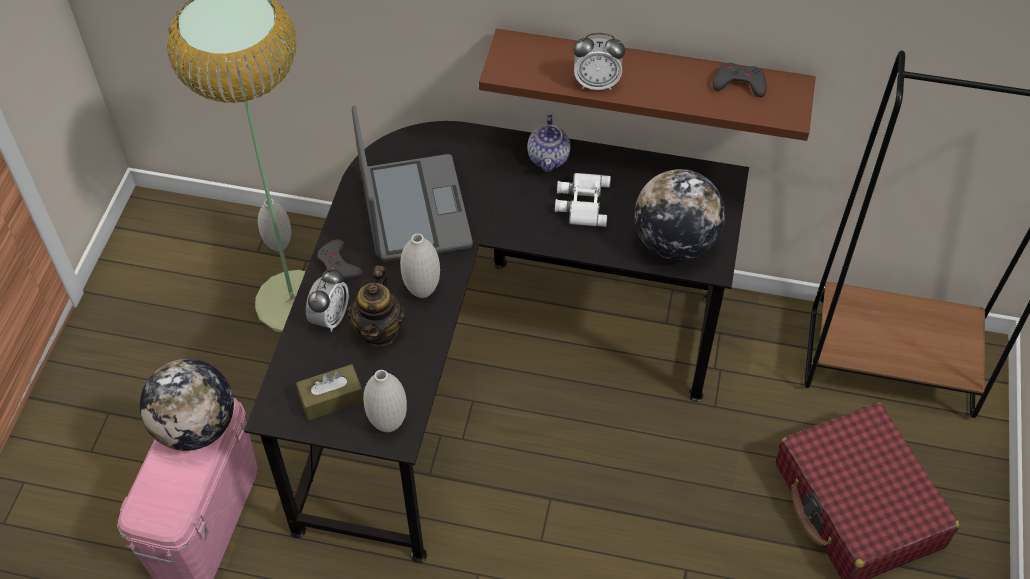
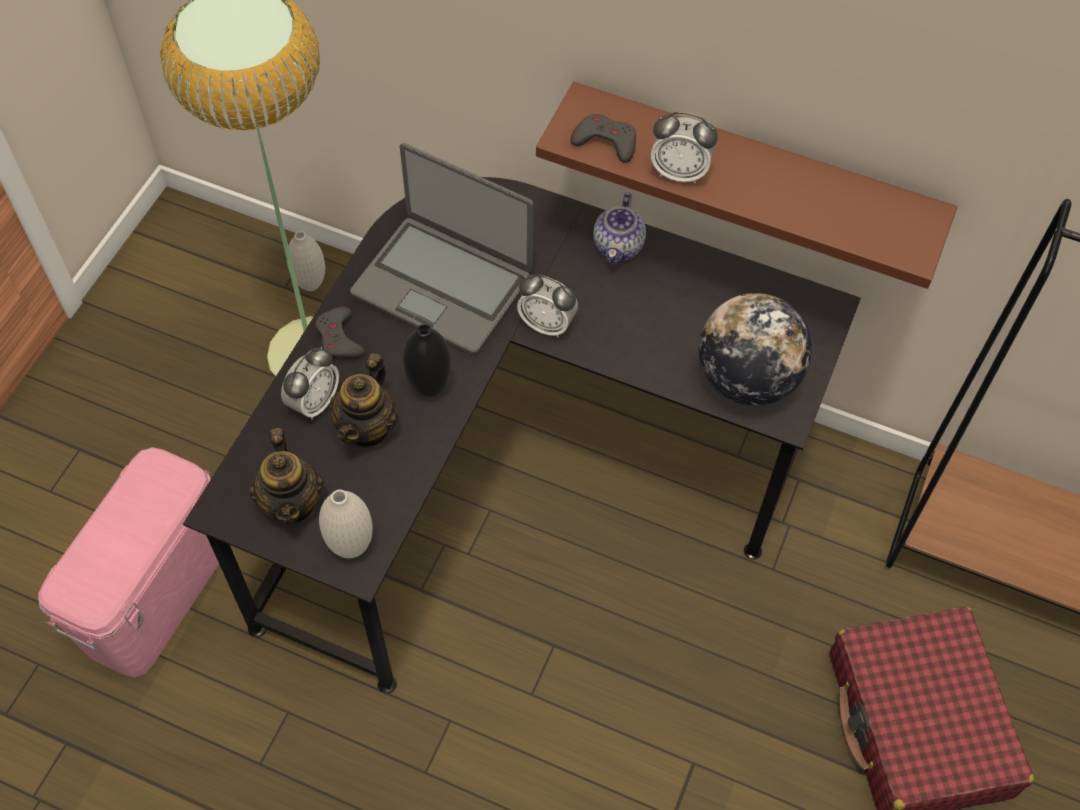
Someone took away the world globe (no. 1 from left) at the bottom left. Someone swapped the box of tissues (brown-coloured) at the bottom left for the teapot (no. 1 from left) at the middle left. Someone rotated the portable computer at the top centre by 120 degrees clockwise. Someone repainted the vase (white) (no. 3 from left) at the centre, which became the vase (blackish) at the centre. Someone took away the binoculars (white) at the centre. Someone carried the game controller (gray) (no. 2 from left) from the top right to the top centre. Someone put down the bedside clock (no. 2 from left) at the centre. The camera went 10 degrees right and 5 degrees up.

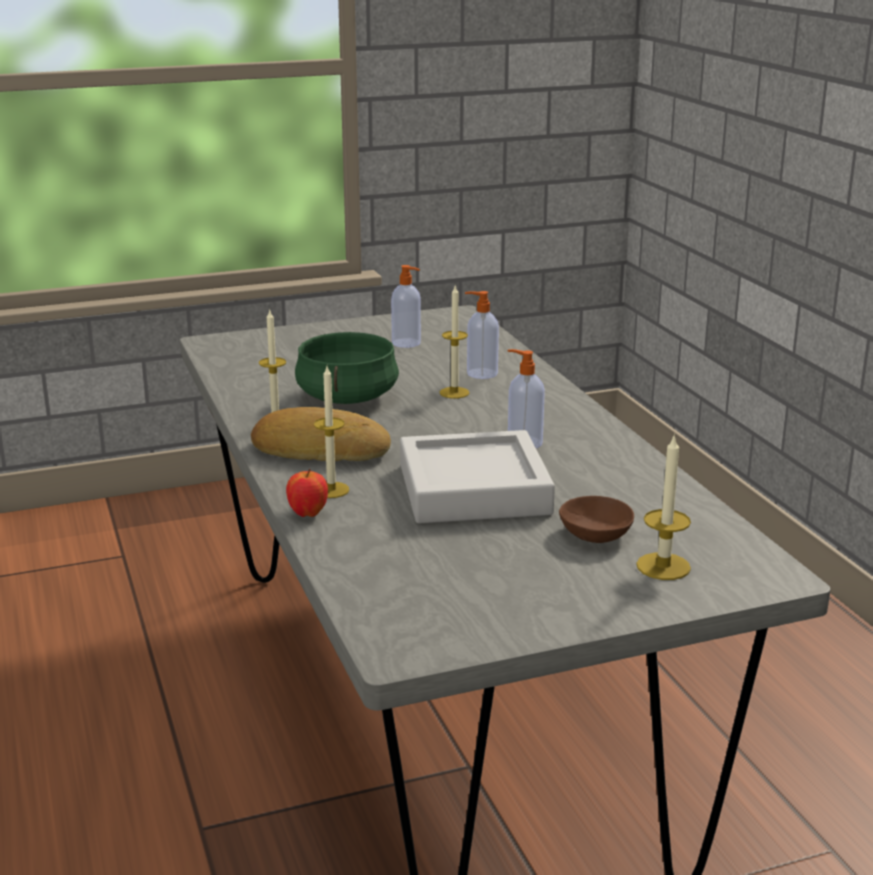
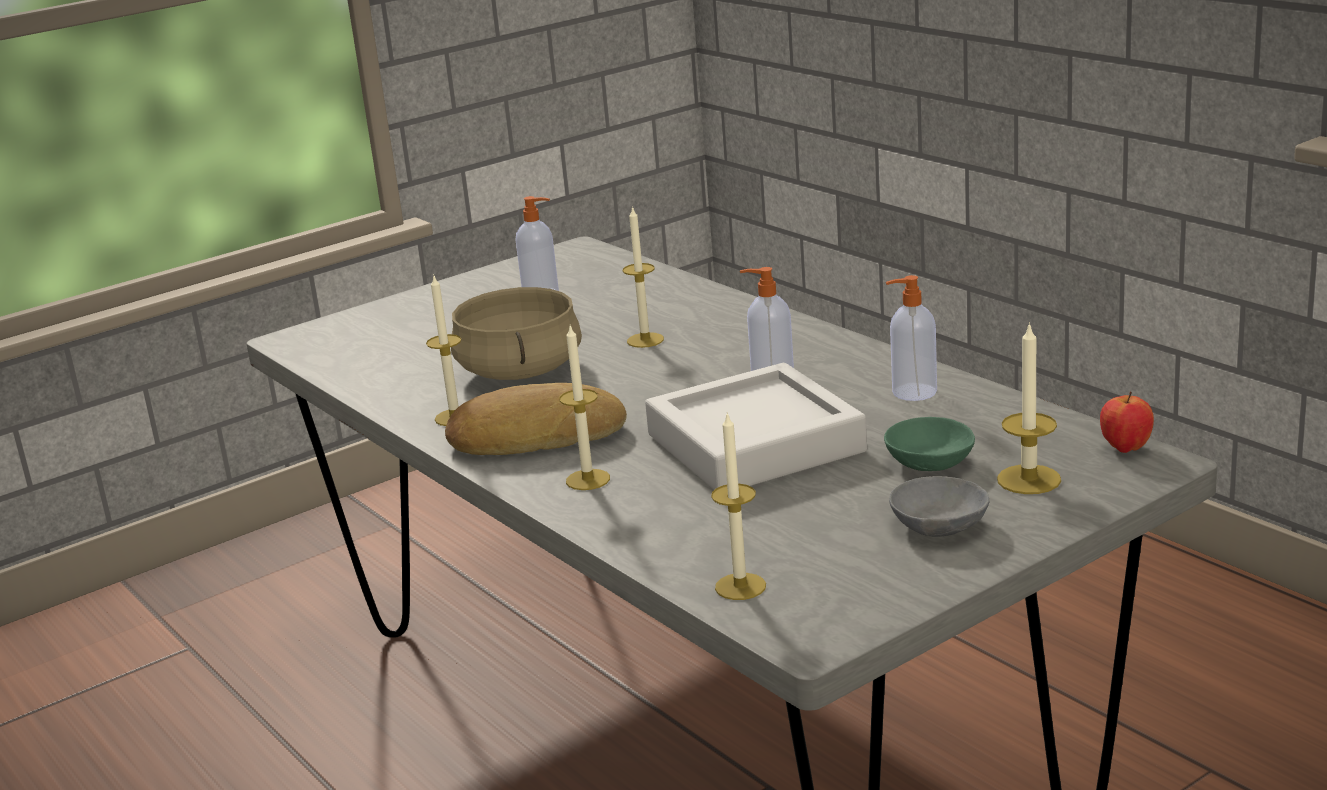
Someone carried the apple from the centre to the middle right. Someone repainted the saucepot (green) at the centre, which became the saucepot (beige) at the centre. Someone carried the liquid soap bottle (no. 2 from left in the first image) from the centre to the middle right. Someone repainted the bowl (brown-coloured) at the middle right, which became the bowl (green) at the middle right. Someone put down the candle (no. 4 from left) at the centre. Someone put down the bowl (gray) at the middle right. The camera went 15 degrees left and 0 degrees up.

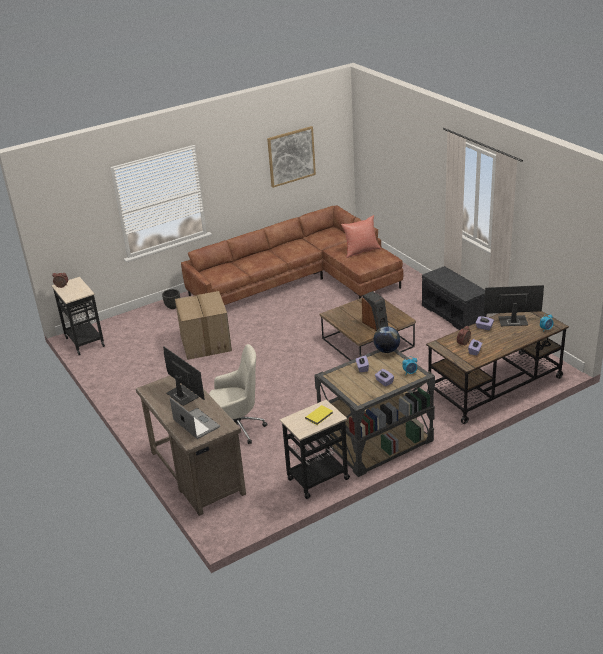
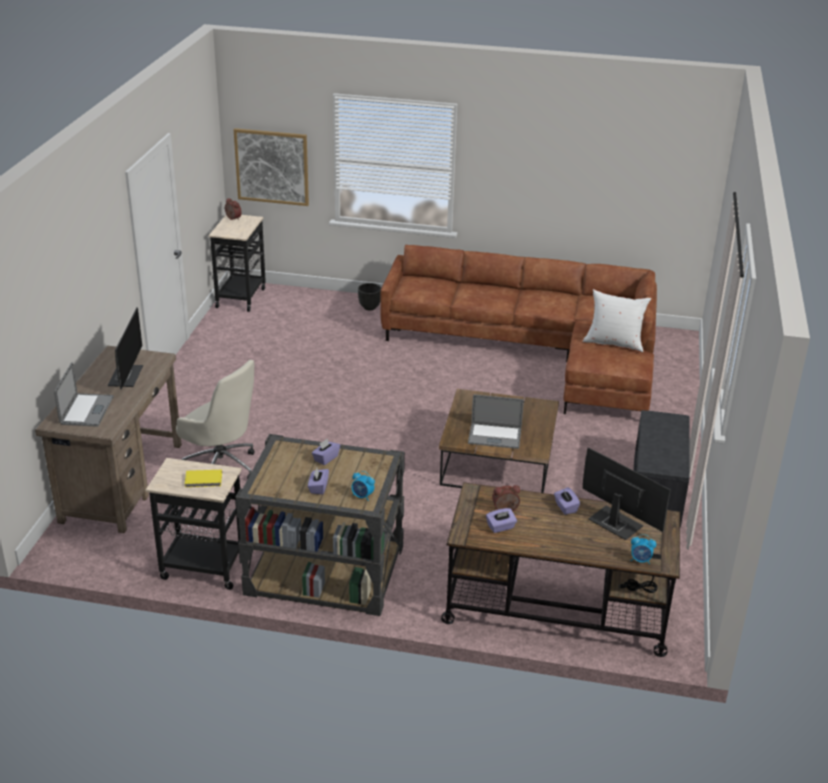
Someone took away the packing box at the centre. Someone carried the picture from the top centre to the top left. Someone repainted the cushion (reddish) at the centre, which became the cushion (white) at the middle right. Someone swapped the audio speaker at the centre for the portable computer (no. 2 from left) at the centre. Someone took away the world globe at the centre. The camera went 40 degrees right and 0 degrees up.

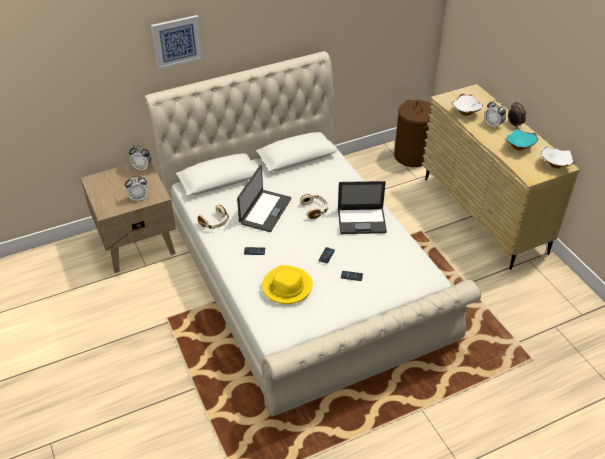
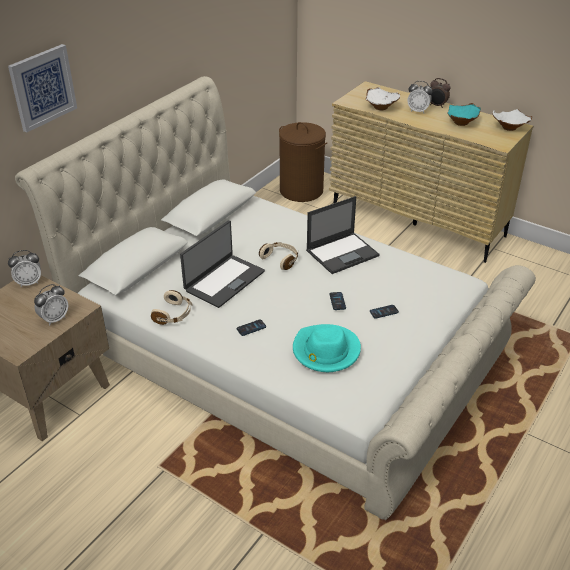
Someone rotated the portable computer (no. 1 from left) at the centre by 45 degrees clockwise. Someone repainted the clothing hat (yellowish) at the centre, which became the clothing hat (turquoise-coloured) at the centre. The camera went 30 degrees left and 5 degrees down.

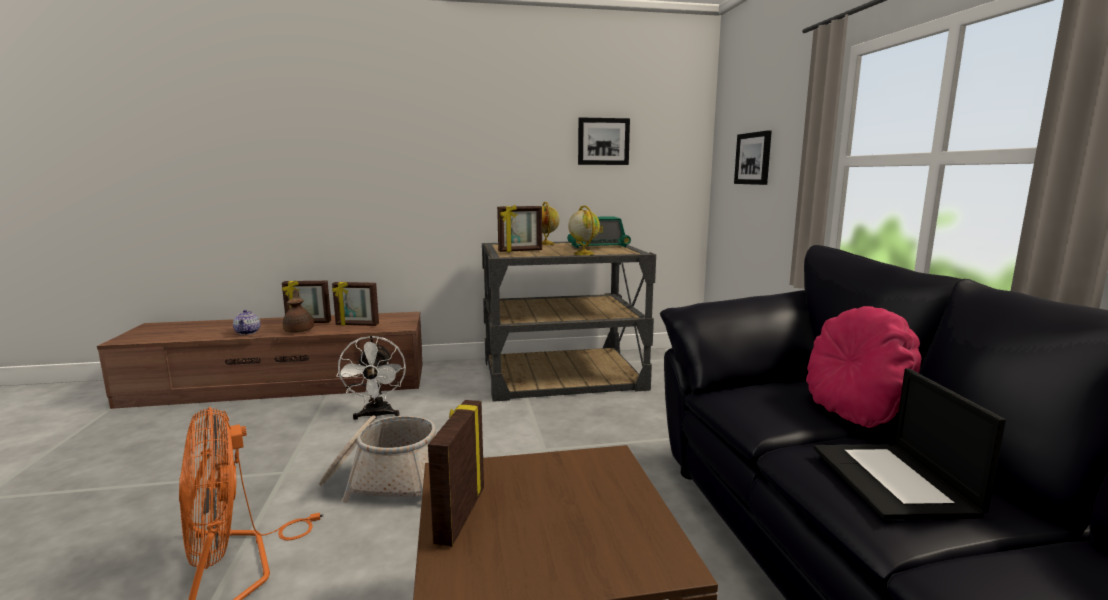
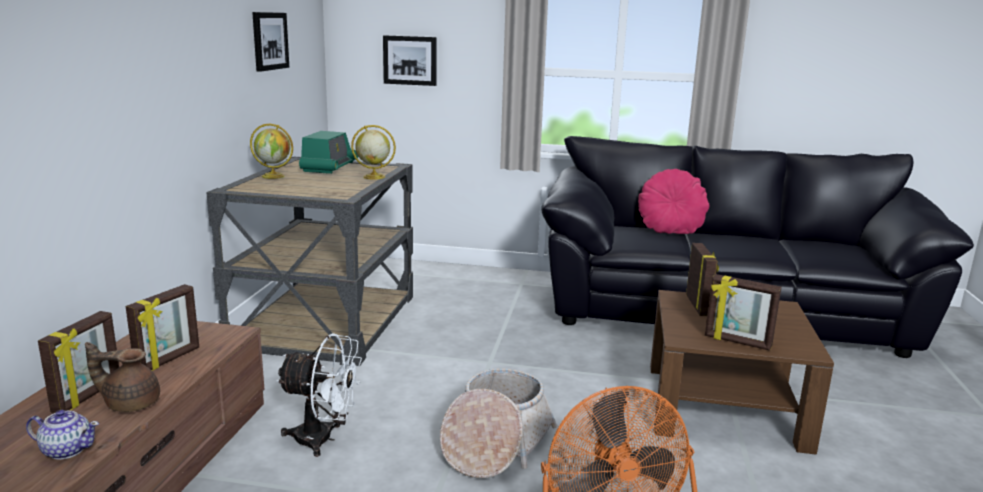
Someone carried the photo frame (no. 4 from left in the first image) from the centre to the middle right. Someone took away the portable computer at the bottom right. The camera went 70 degrees left and 5 degrees up.

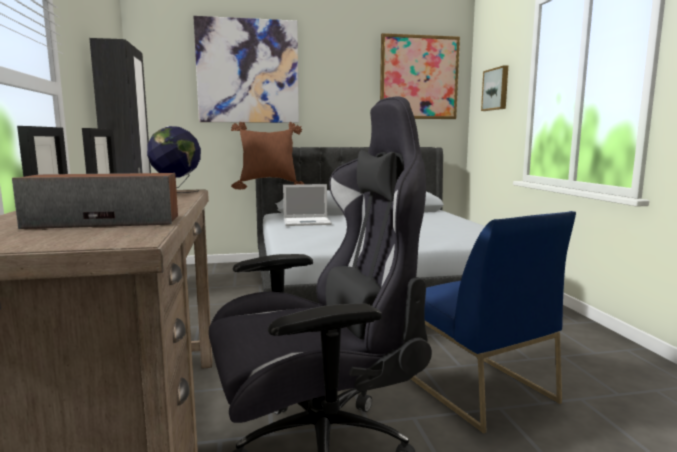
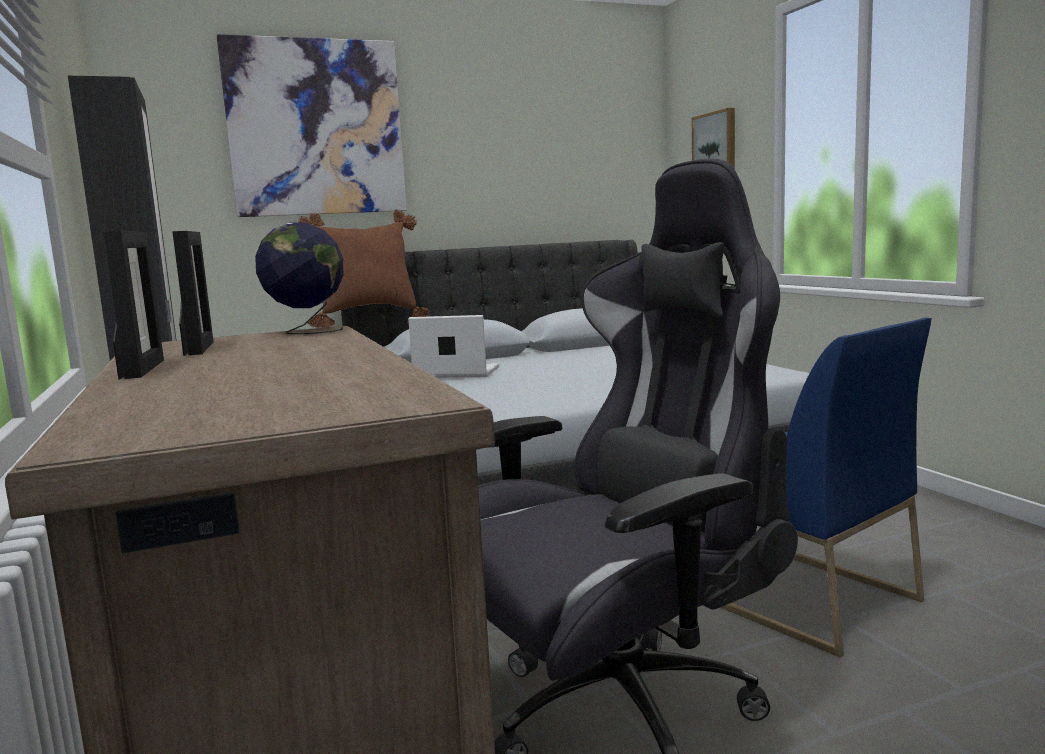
Someone took away the audio speaker at the middle left. Someone rotated the portable computer at the centre by 150 degrees counterclockwise. Someone took away the picture (no. 2 from left) at the top centre. The camera went 10 degrees left and 0 degrees up.

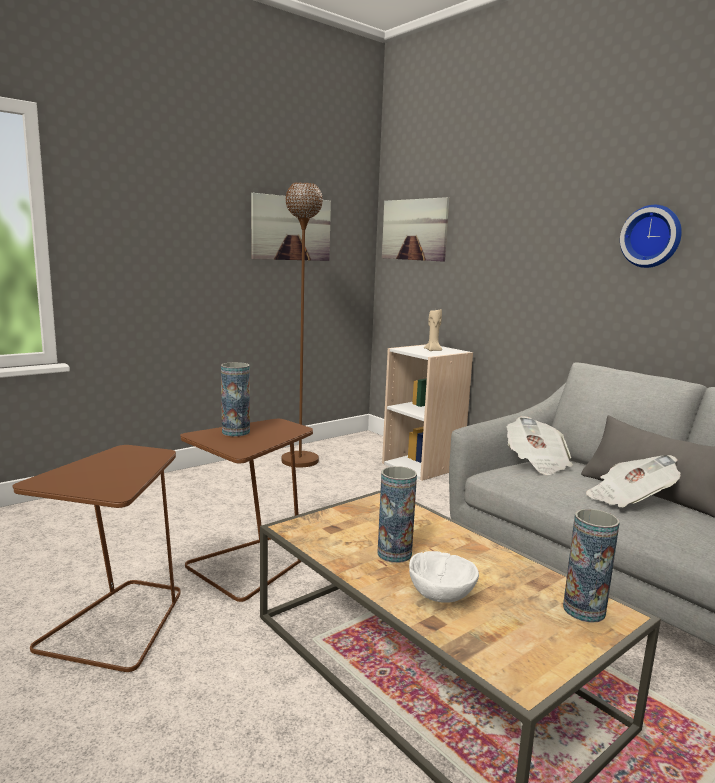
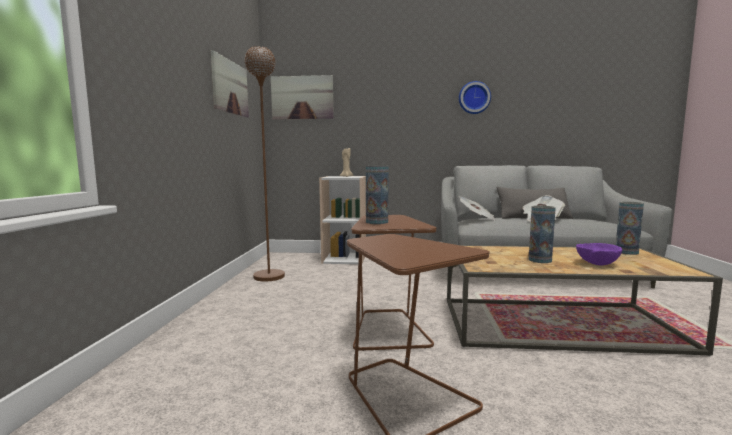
Someone repainted the bowl (white) at the bottom centre, which became the bowl (purple) at the middle right. The camera went 45 degrees left and 5 degrees down.

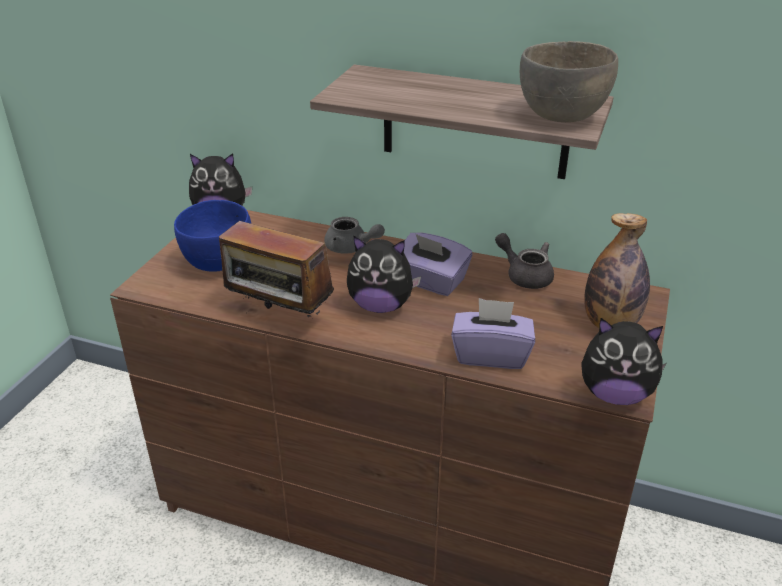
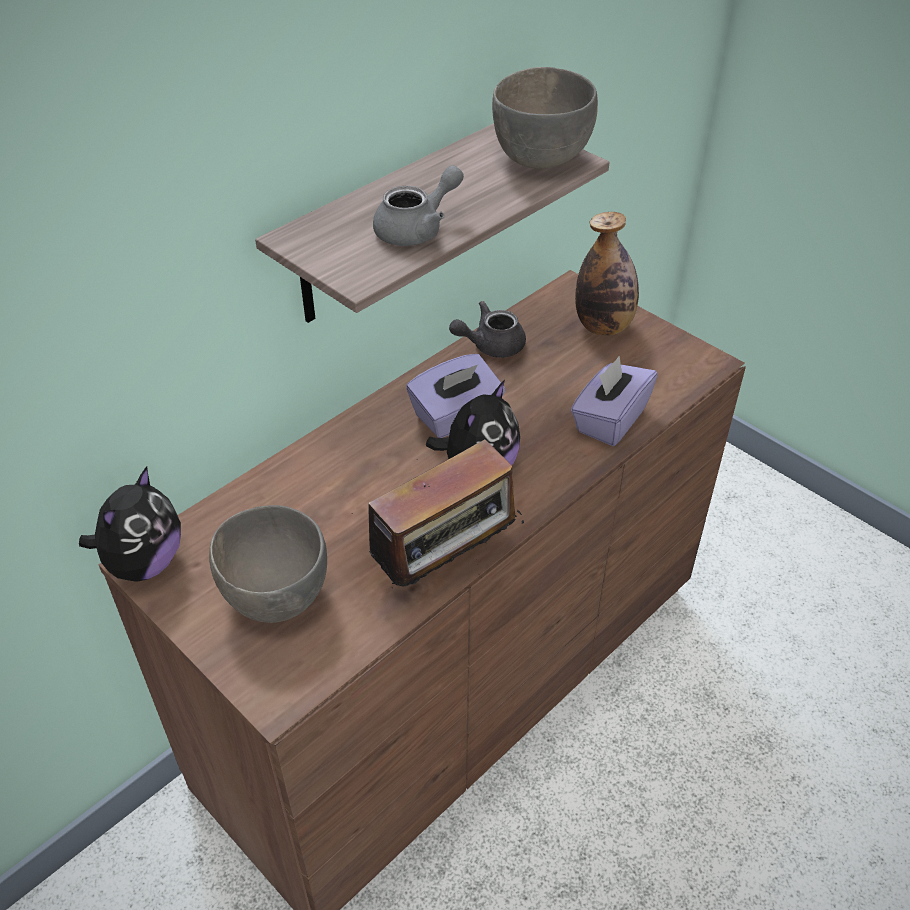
Someone repainted the bowl (blue-coloured) at the middle left, which became the bowl (gray) (no. 1 from left) at the middle left. Someone carried the teapot (gray) (no. 1 from left) from the centre to the top centre. Someone took away the cuddly toy (no. 3 from left) at the middle right. The camera went 65 degrees left and 10 degrees up.

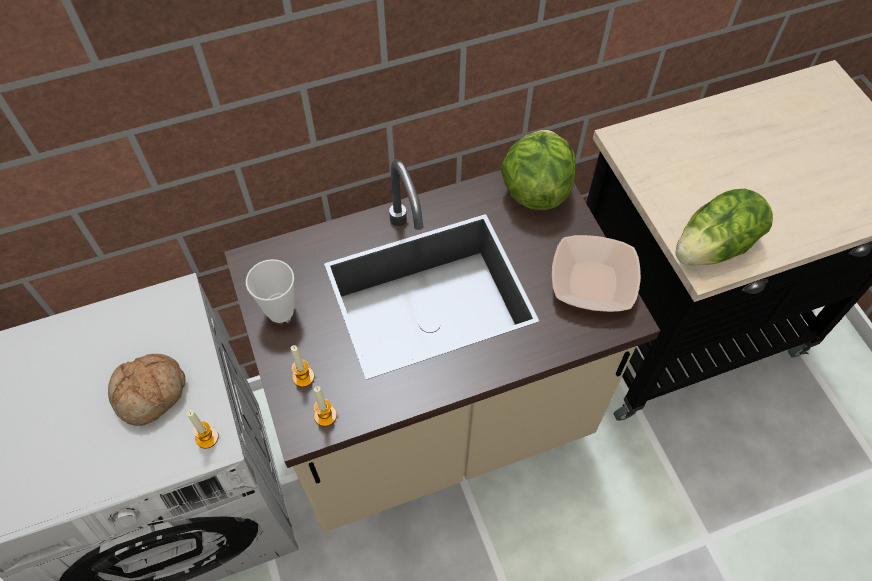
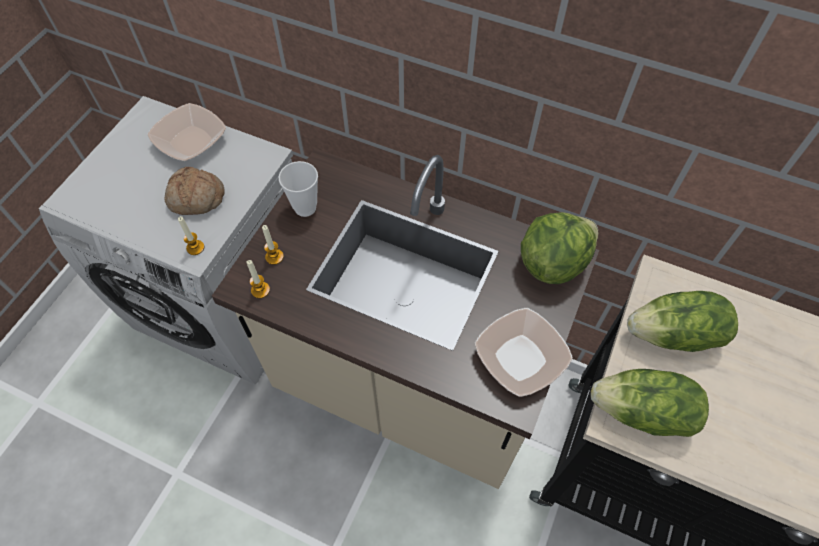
Someone put down the bowl (no. 1 from left) at the top left. Someone put down the head of lettuce (no. 3 from left) at the middle right. The camera went 45 degrees right and 0 degrees up.

